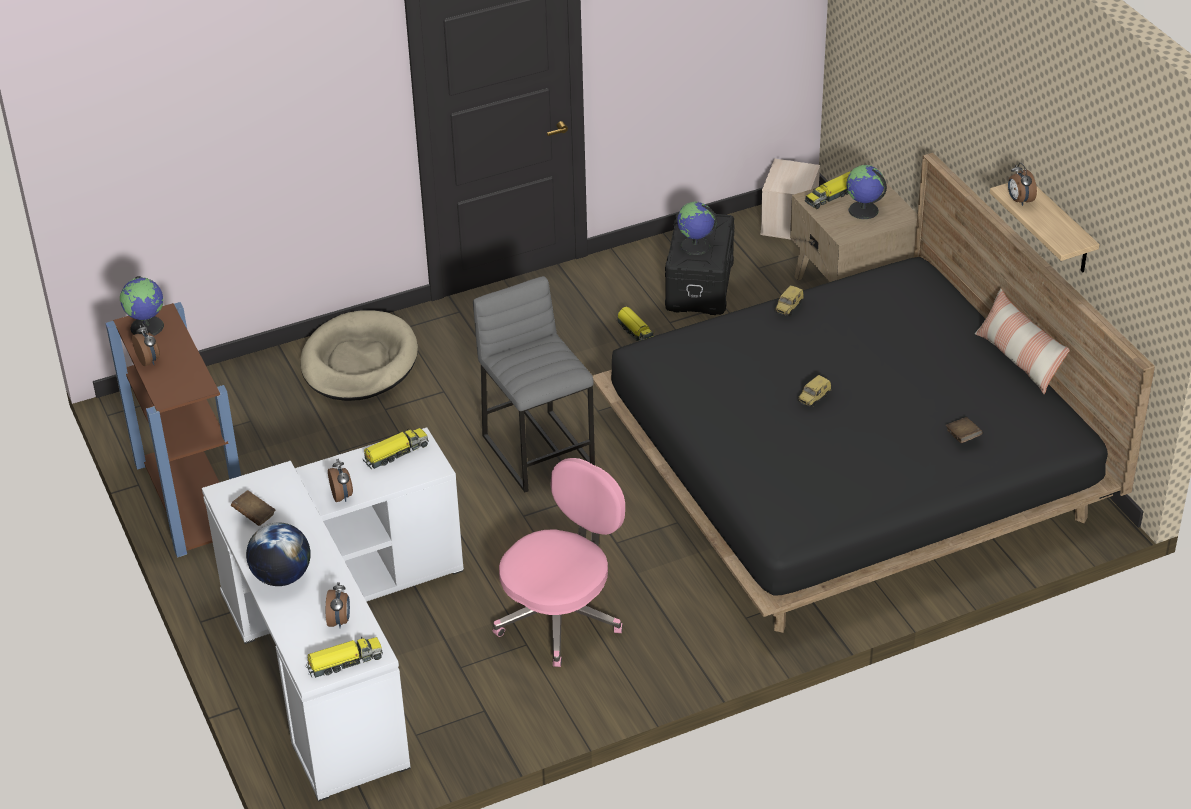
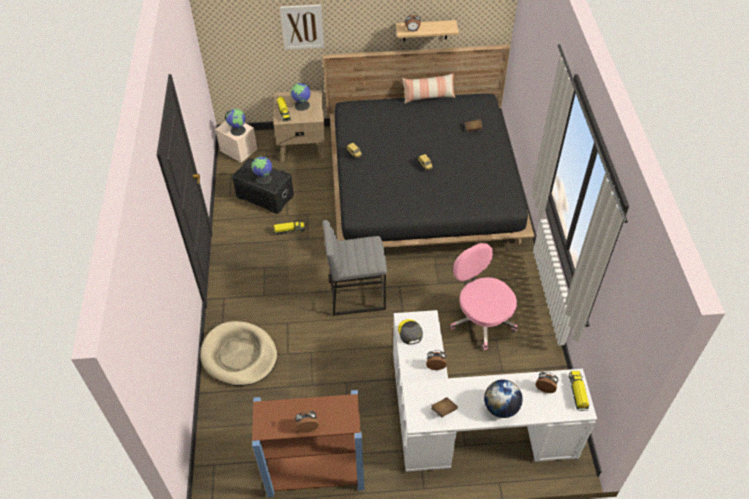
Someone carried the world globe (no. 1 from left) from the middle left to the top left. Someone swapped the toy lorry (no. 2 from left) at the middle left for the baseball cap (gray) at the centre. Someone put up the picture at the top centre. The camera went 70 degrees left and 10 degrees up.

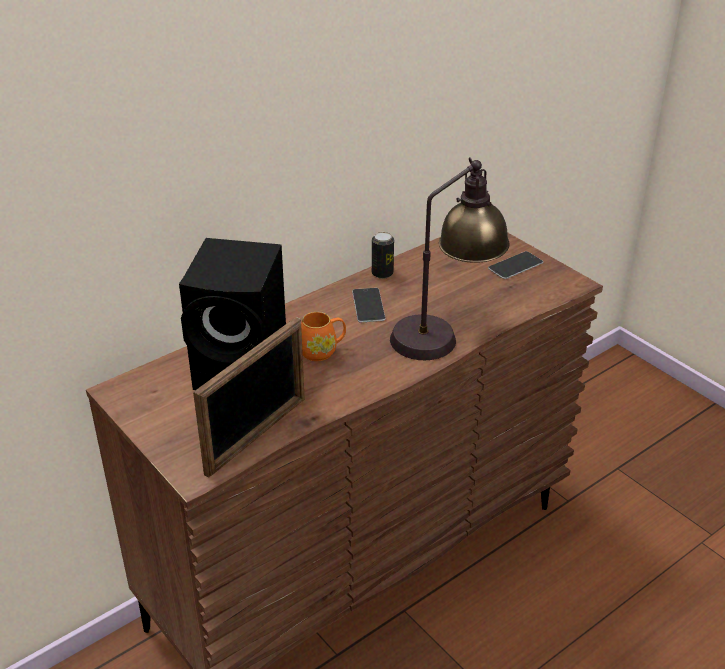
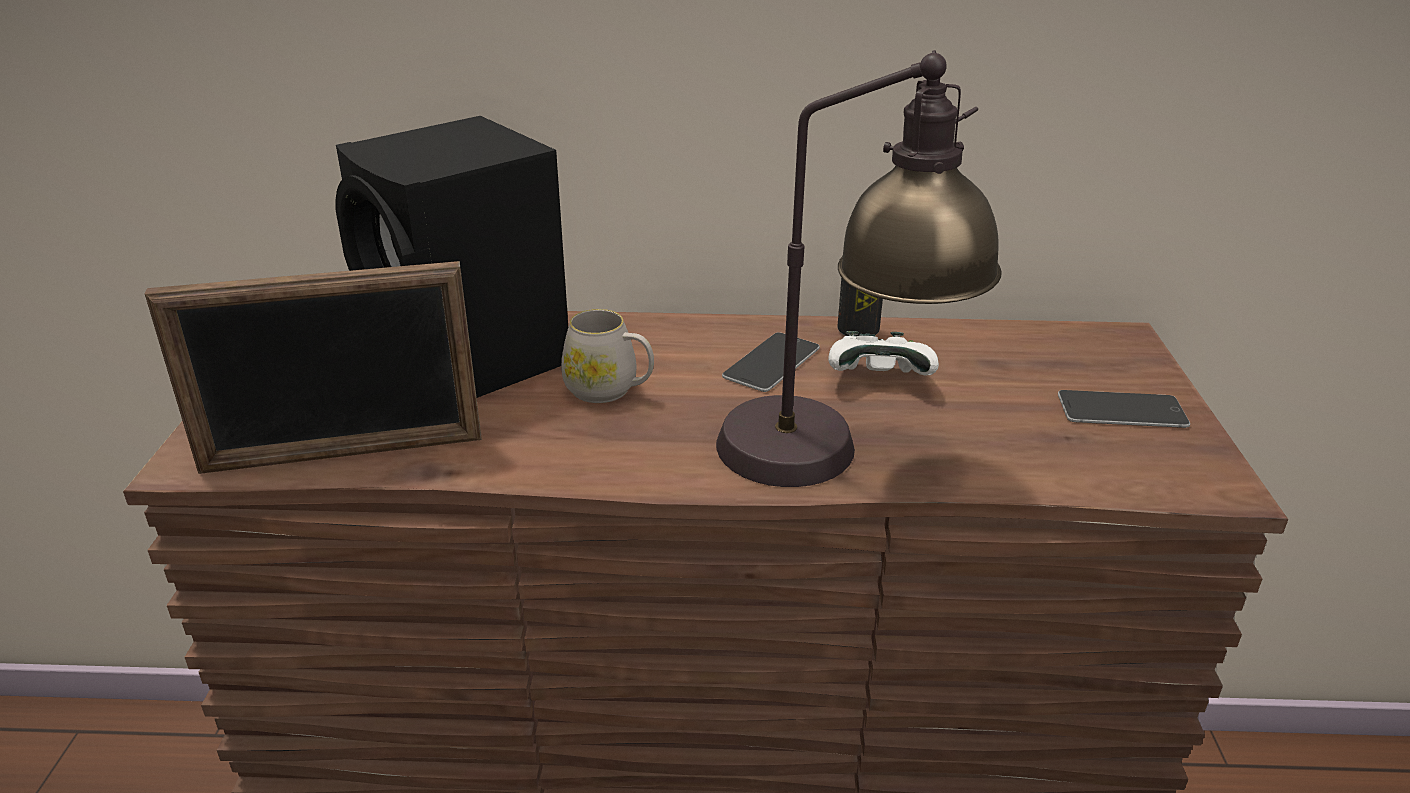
Someone repainted the mug (orange-coloured) at the centre, which became the mug (white) at the centre. Someone put down the game controller (white) at the centre. The camera went 40 degrees right and 5 degrees down.

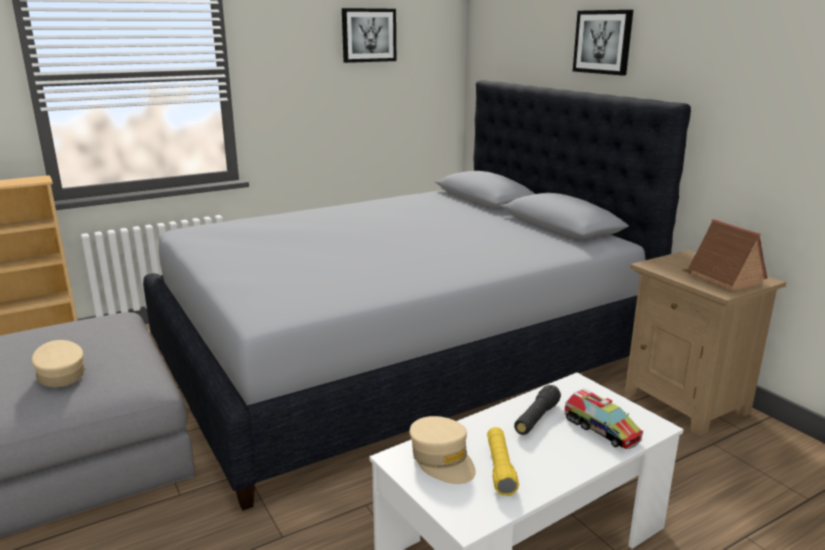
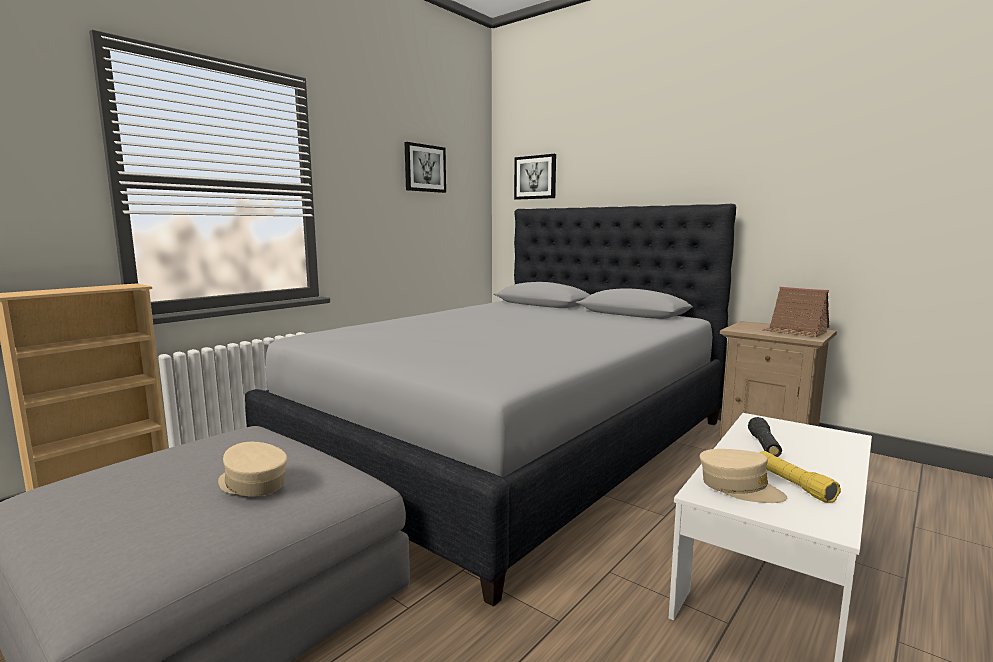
Someone took away the toy lorry at the bottom right. Someone carried the picture (no. 2 from left) from the top right to the top centre. The camera went 20 degrees left and 10 degrees down.

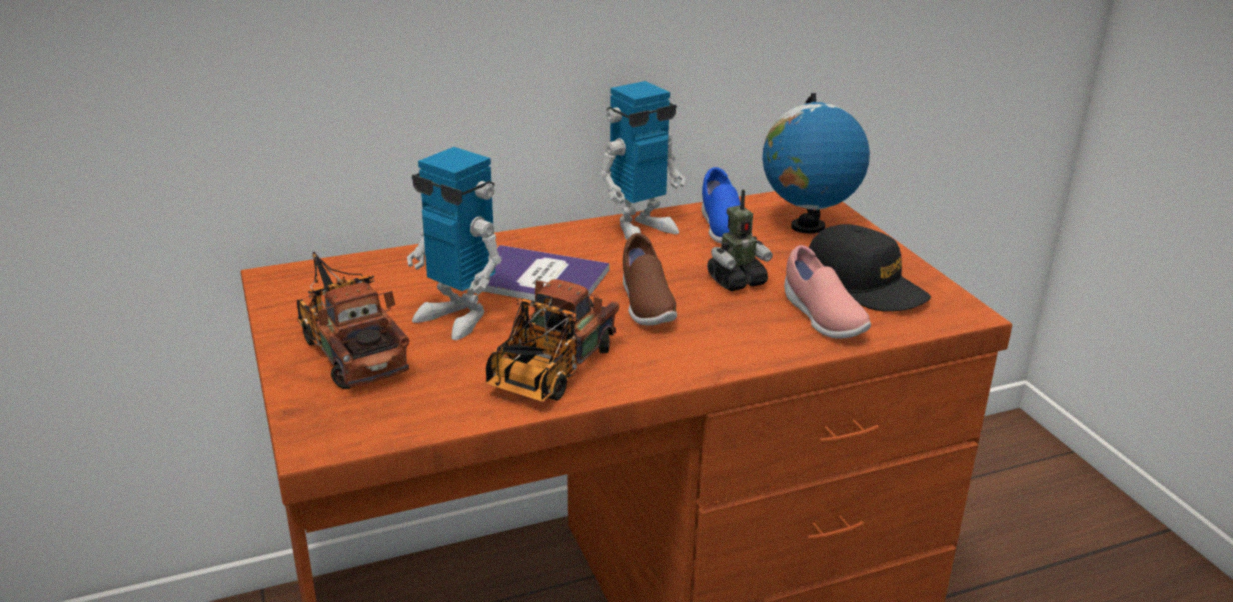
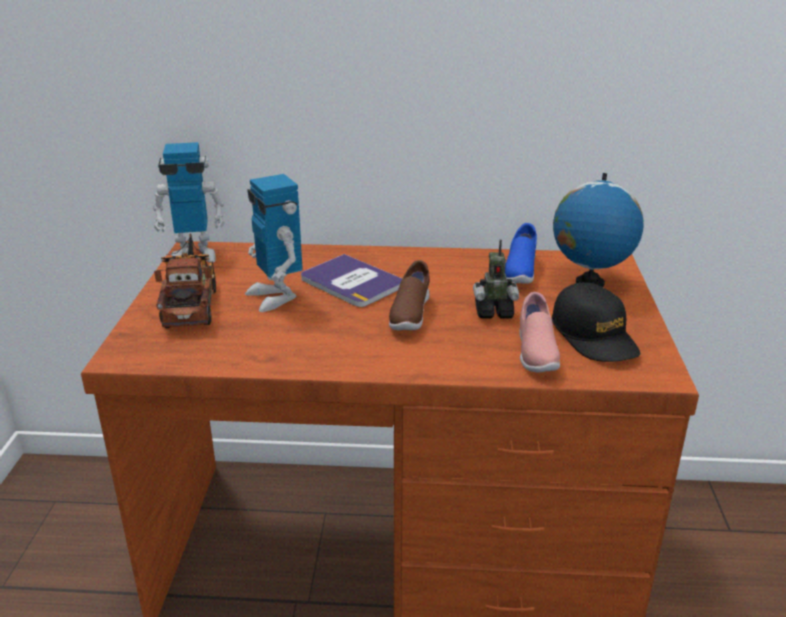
Someone took away the toy lorry (no. 2 from left) at the centre. Someone carried the toy robot (no. 2 from left in the first image) from the top centre to the top left. The camera went 25 degrees right and 0 degrees up.

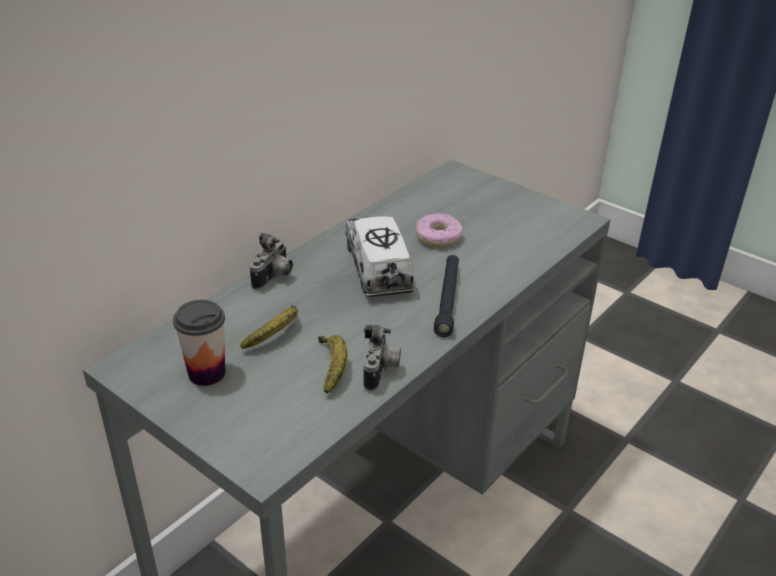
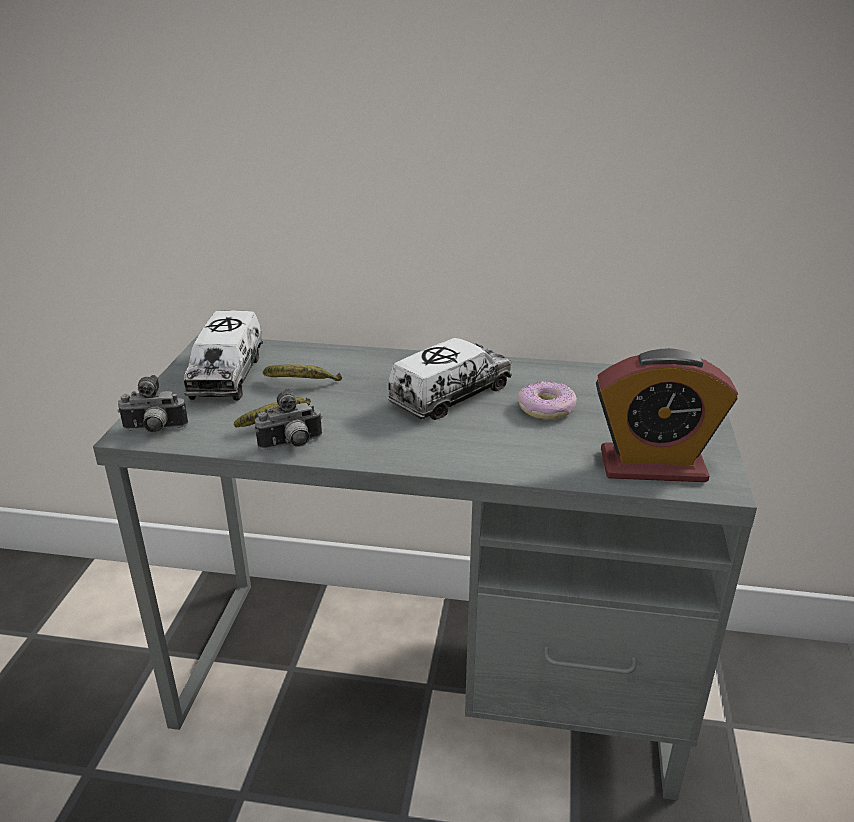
Someone swapped the drinking cup at the middle left for the toy lorry (no. 1 from left) at the middle left. Someone carried the photo camera (no. 1 from left) from the centre to the middle left. Someone took away the hand torch (blackish) at the centre. Someone put down the bedside clock at the middle right. The camera went 60 degrees right and 5 degrees down.

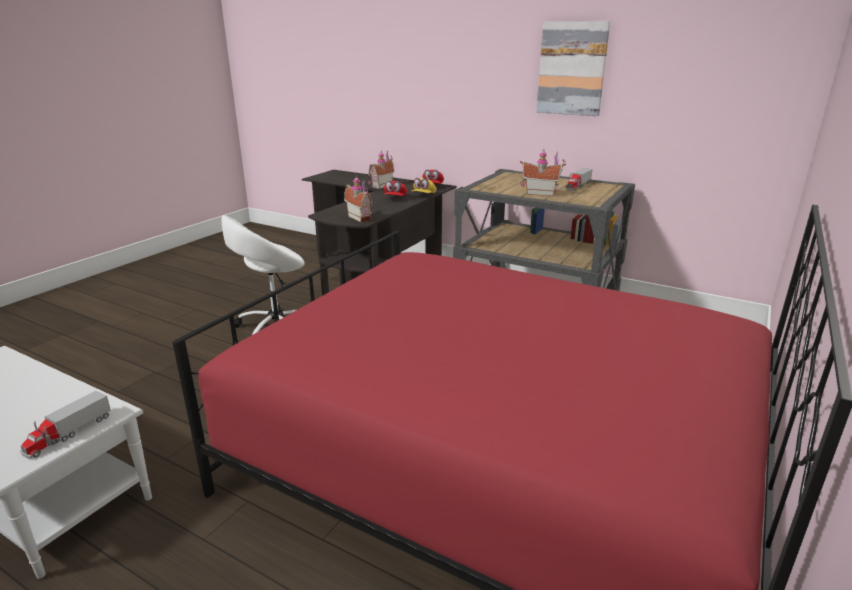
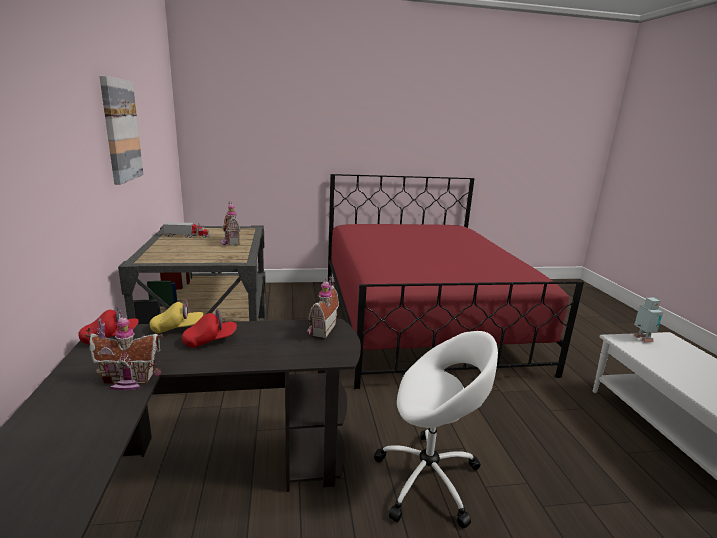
Someone swapped the toy lorry (no. 1 from left) at the bottom left for the toy robot at the middle right. The camera went 130 degrees left and 5 degrees down.

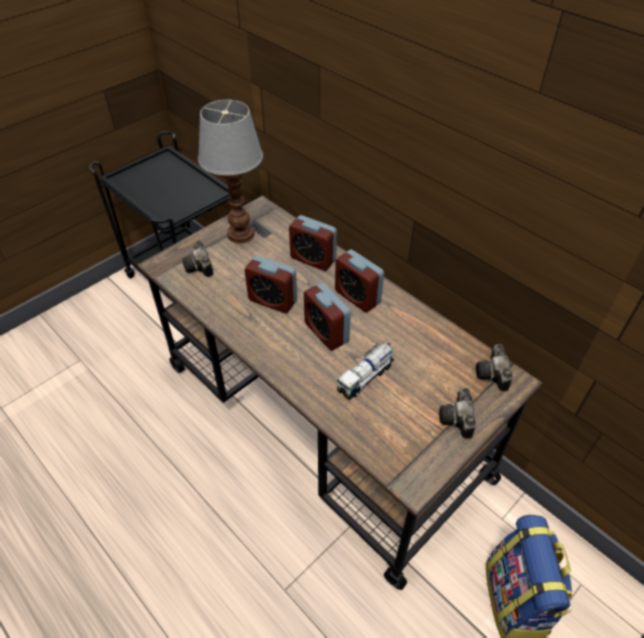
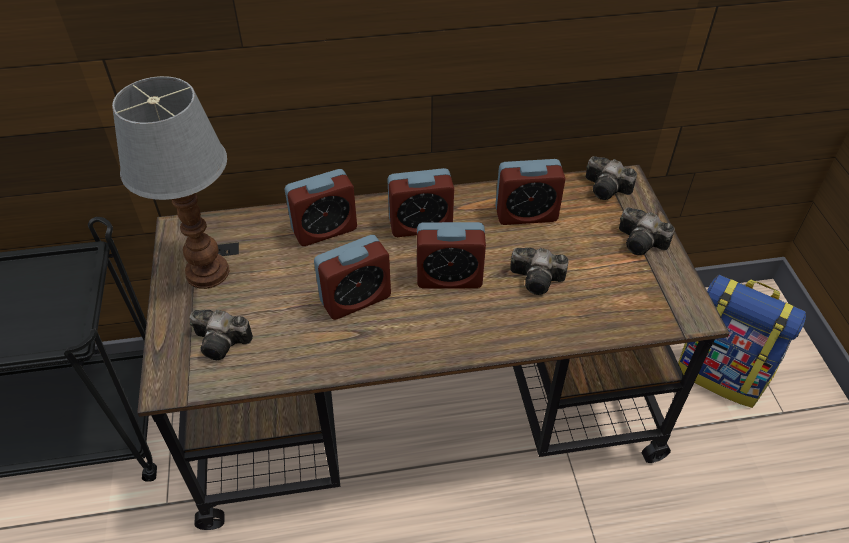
Someone swapped the toy lorry at the centre for the photo camera (no. 2 from left) at the centre. Someone put down the bedside clock (no. 5 from left) at the centre. The camera went 55 degrees left and 0 degrees up.

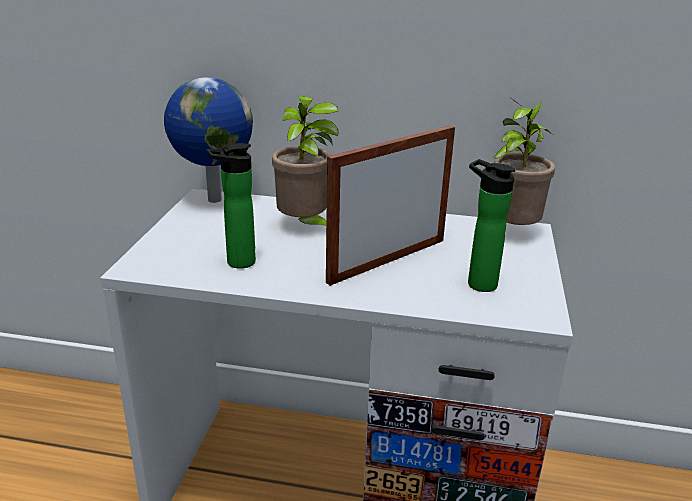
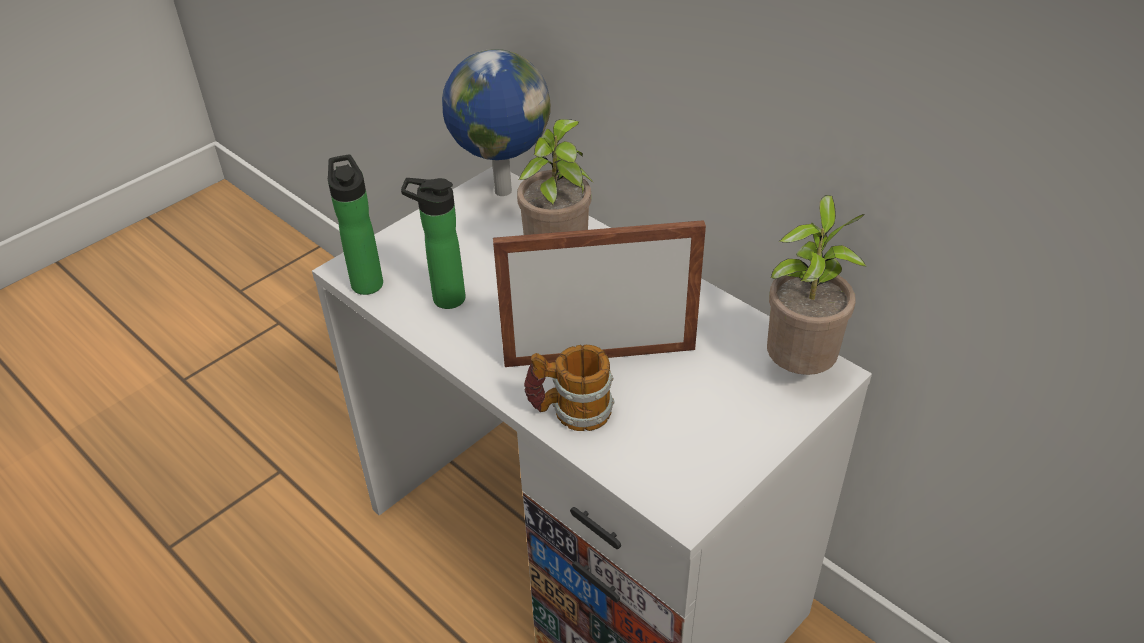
Someone carried the drink bottle (no. 2 from left in the first image) from the middle right to the middle left. Someone put down the mug at the centre. The camera went 35 degrees right and 15 degrees up.

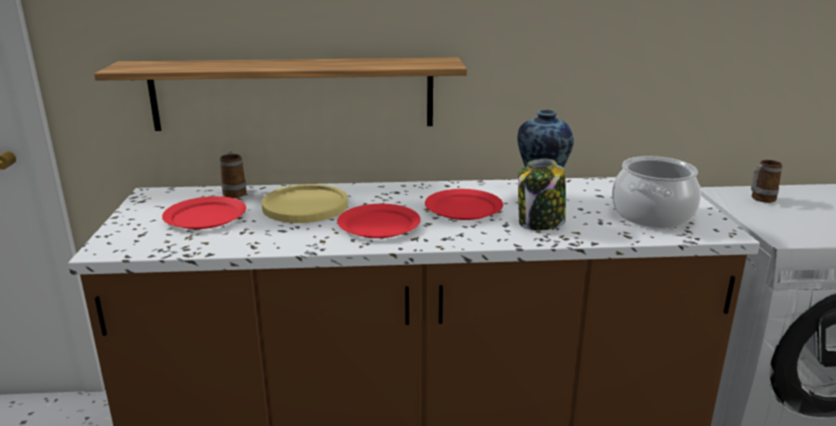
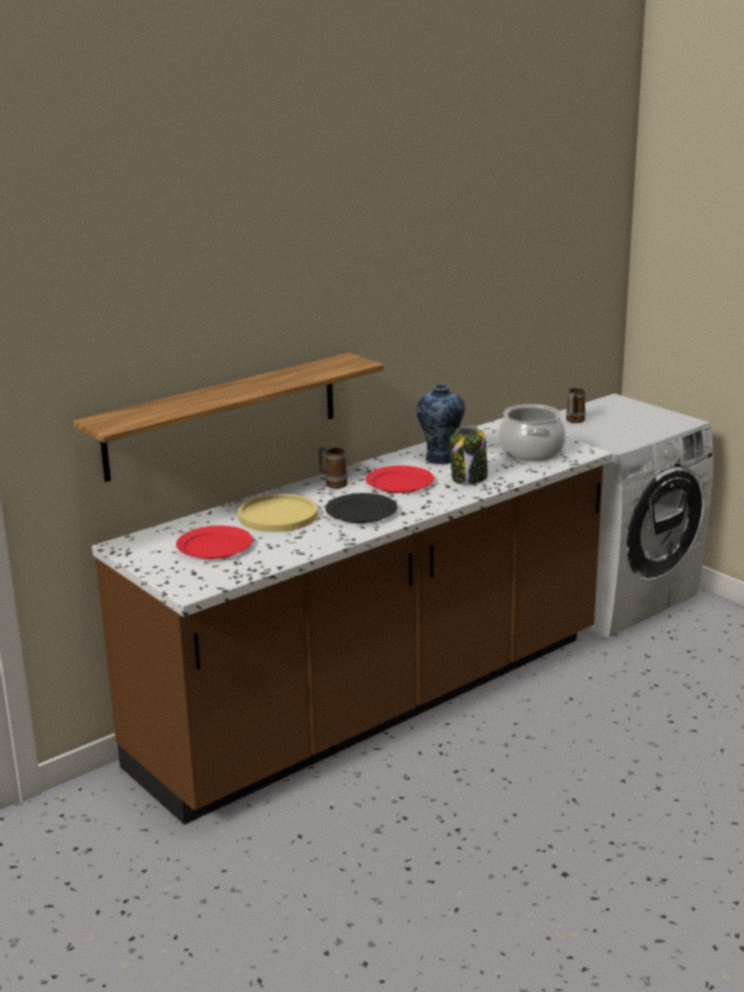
Someone carried the mug (no. 1 from left) from the middle left to the centre. Someone repainted the flat dish (reddish) (no. 2 from left) at the centre, which became the flat dish (blackish) at the centre. The camera went 35 degrees left and 0 degrees up.

